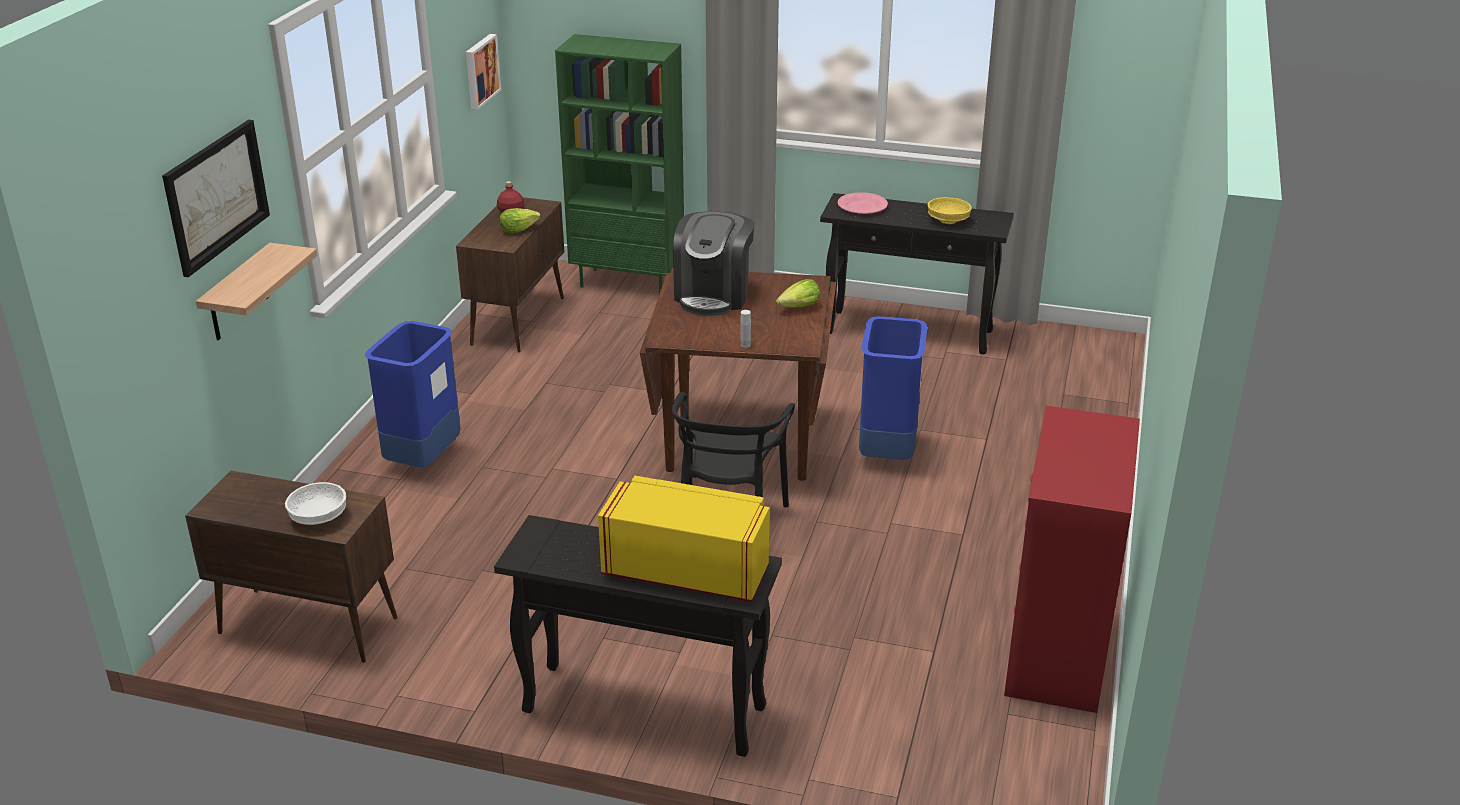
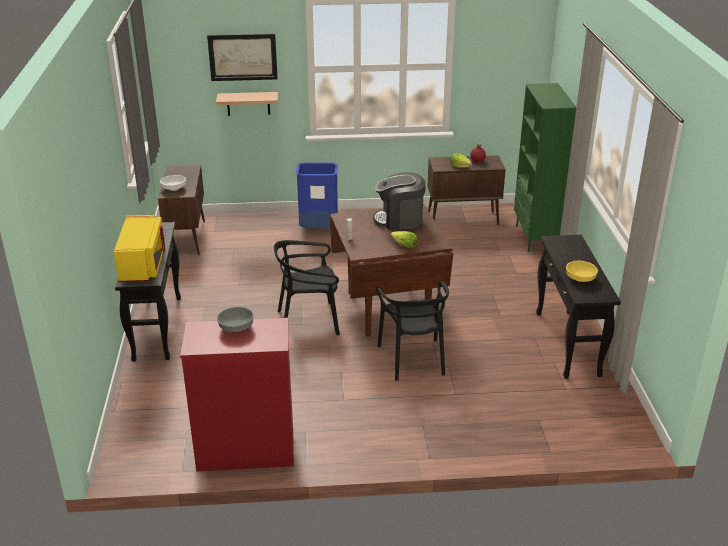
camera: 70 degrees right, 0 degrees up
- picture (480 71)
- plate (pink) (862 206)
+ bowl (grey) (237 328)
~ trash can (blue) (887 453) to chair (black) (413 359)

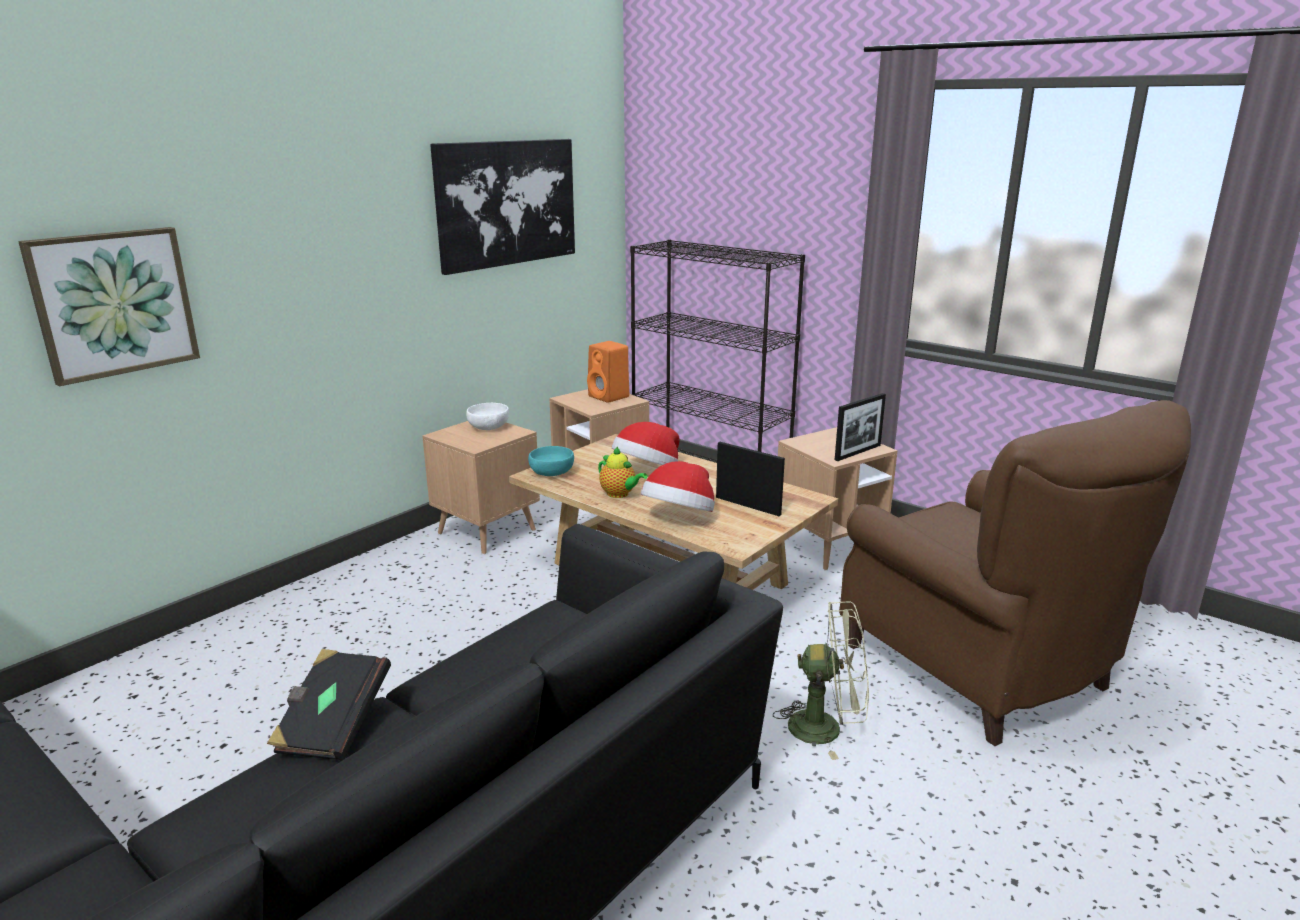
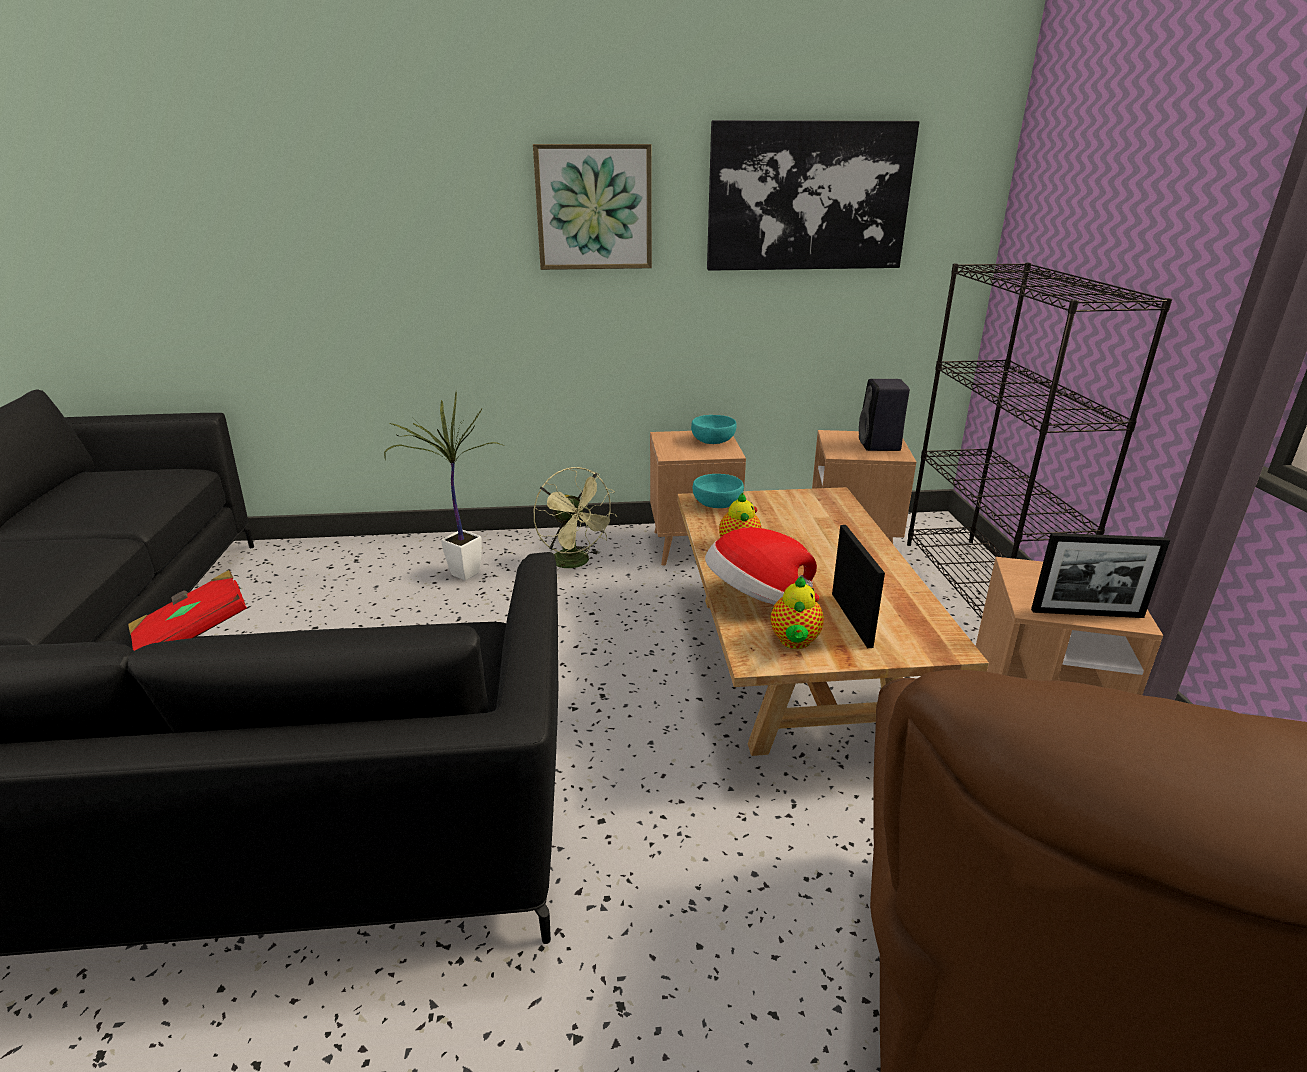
camera: 45 degrees right, 5 degrees up
- hat (647 471)
+ potted plant (459 575)
+ teapot (794 642)
~ picture (114 303) to (594 207)
~ fan (green) (826 728) to (576 563)
~ book (black) (333 724) to book (red) (193 635)
~ bowl (white) (489 427) to bowl (turquoise) (713 441)
~ speaker (orange) (610 397) to speaker (black) (880 445)

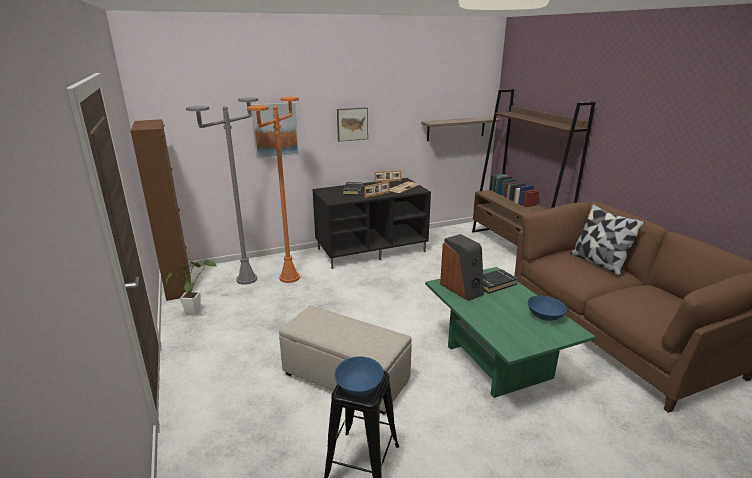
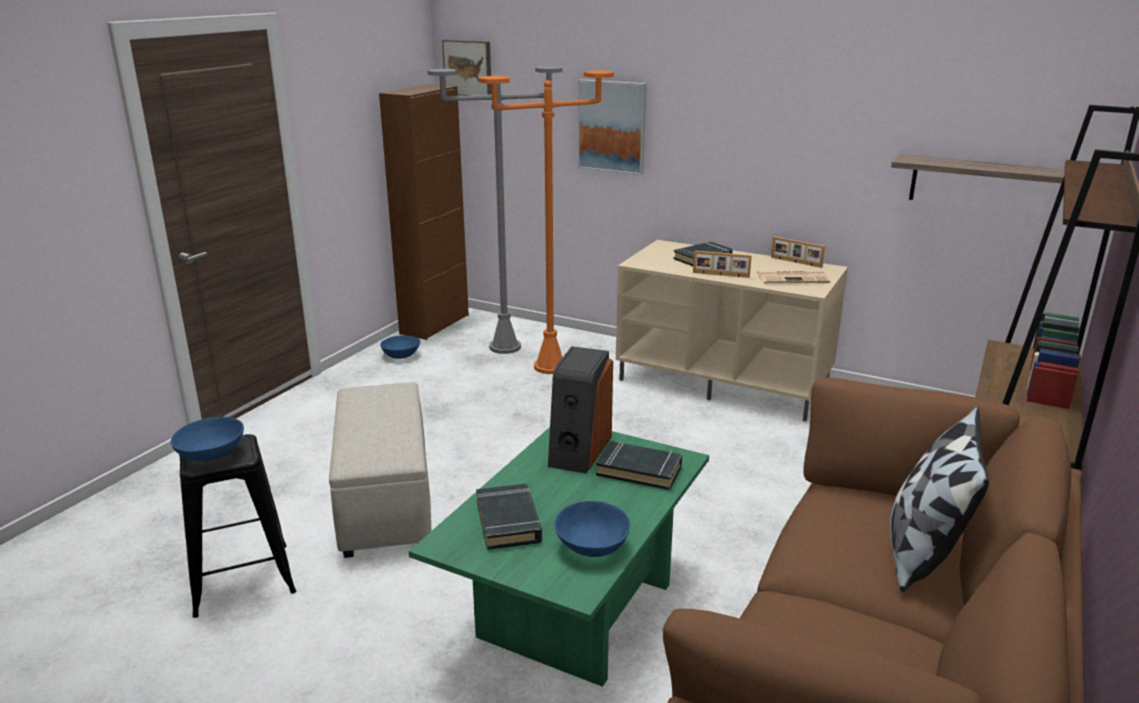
camera: 50 degrees right, 0 degrees up
+ book (black) (508 522)
~ picture (352 124) to (468 68)
~ potted plant (195 310) to bowl (blue) (401 355)
~ tv stand (black) (371 250) to tv stand (beige) (725 381)

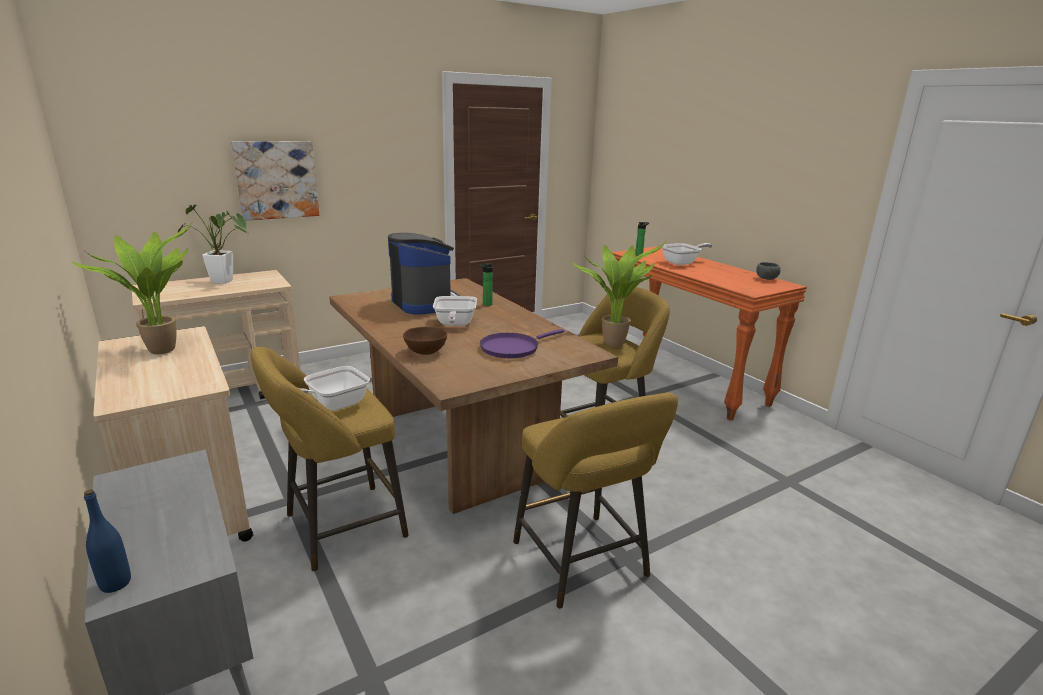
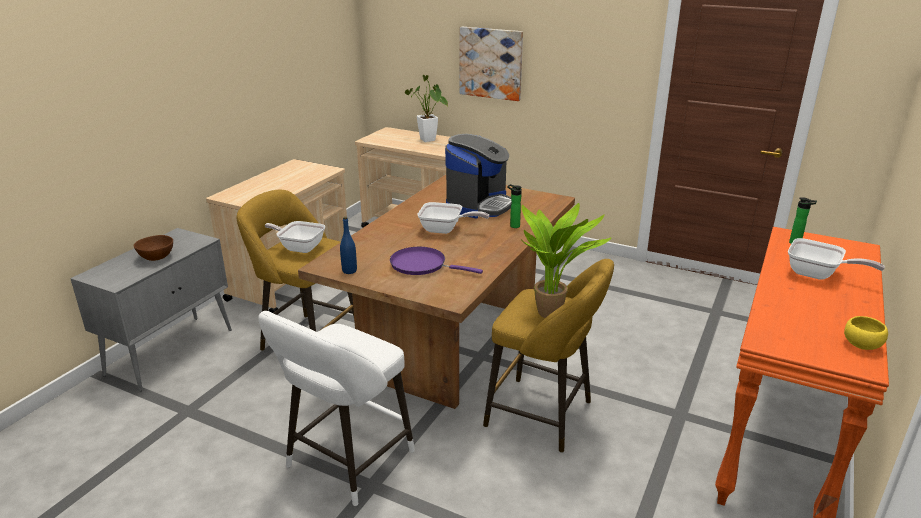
camera: 60 degrees right, 5 degrees up
- potted plant (163 349)
~ bottle (blue) (115 583) to (349 271)
~ bowl (brown) (426 352) to (156 258)
~ stool (yellow) (583 564) to stool (white) (345 463)
~ bowl (grey) (766 278) to bowl (yellow) (861 344)
~ frying pan (454 324) = (445 230) 135 degrees counterclockwise

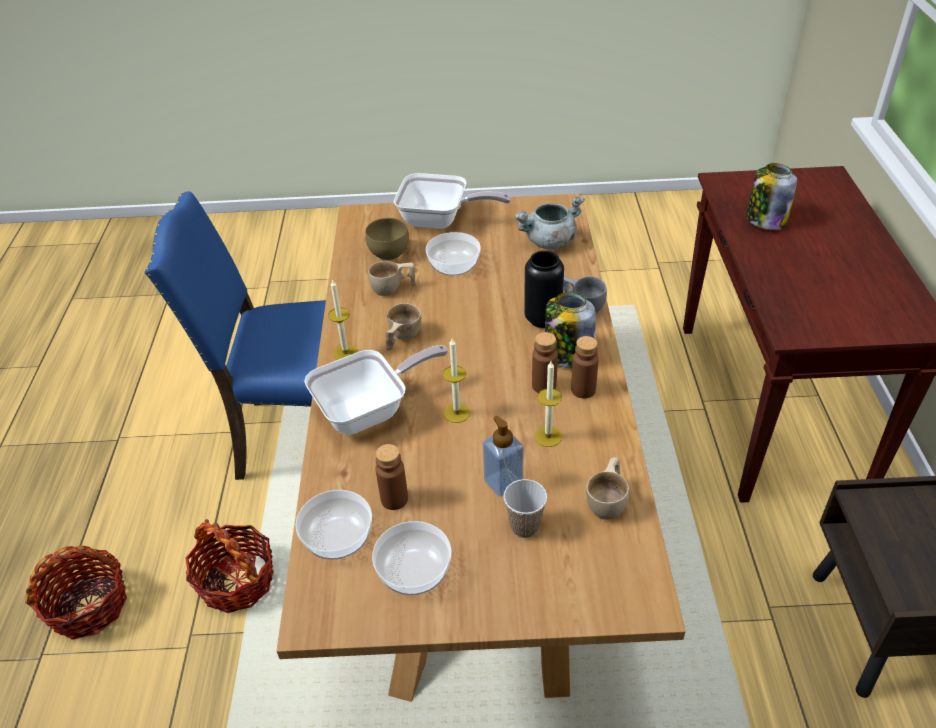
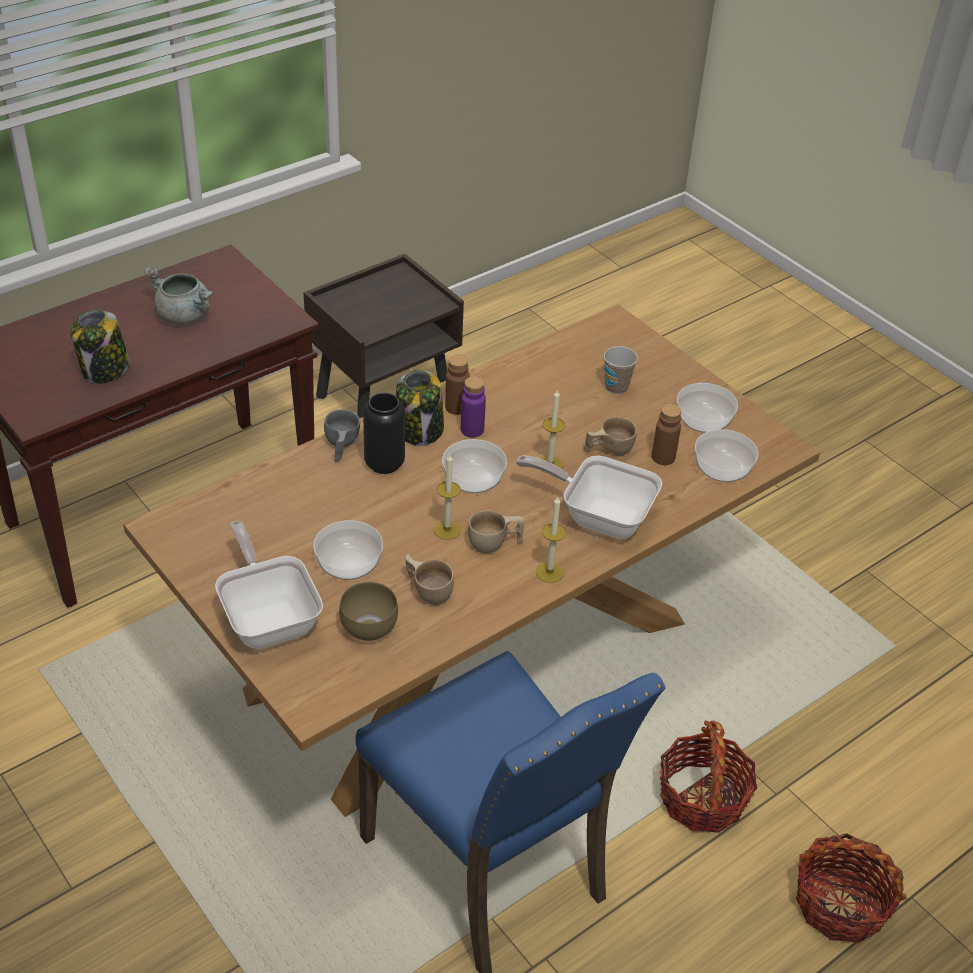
camera: 130 degrees left, 0 degrees up
- soap dispenser (503 482)
+ bowl (474 479)
~ cooking pot (grey) (550 242) to (184 316)
~ candle (548 436) to (447 530)
~ cup (beige) (609 501) to (608 449)
~ bottle (brown) (544 386) to bottle (purple) (472 430)

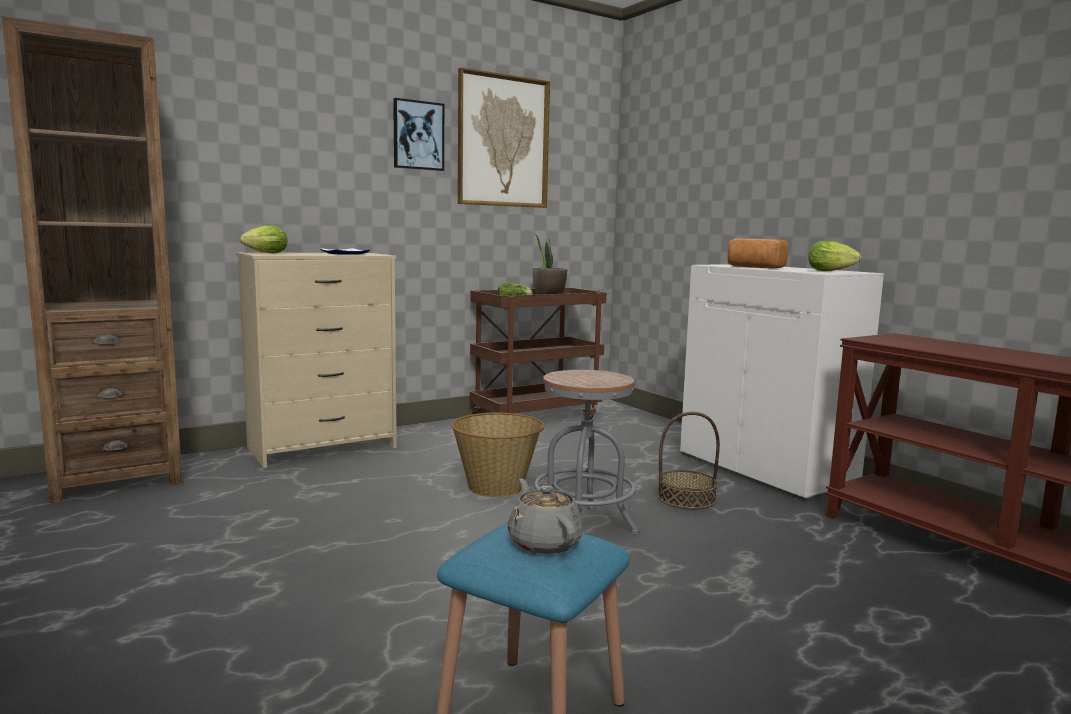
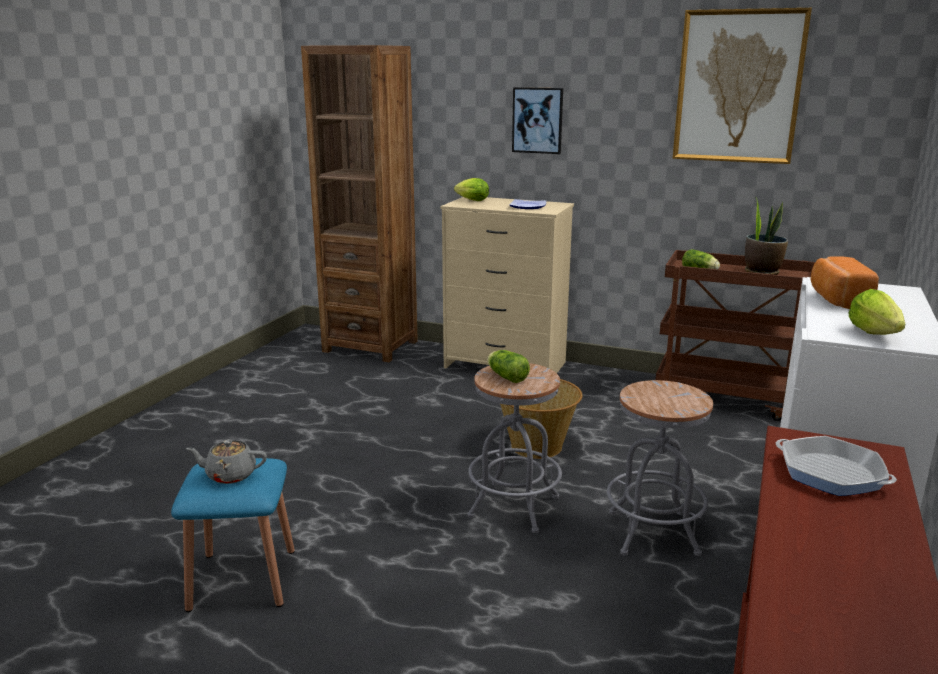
camera: 55 degrees right, 10 degrees up
+ lettuce (506 376)
+ frying pan (831 473)
~ picture (418 135) to (537 120)
~ basket (686 498) to stool (grey) (653 533)
~ teapot (grey) (544 542) = (230 475) 120 degrees counterclockwise

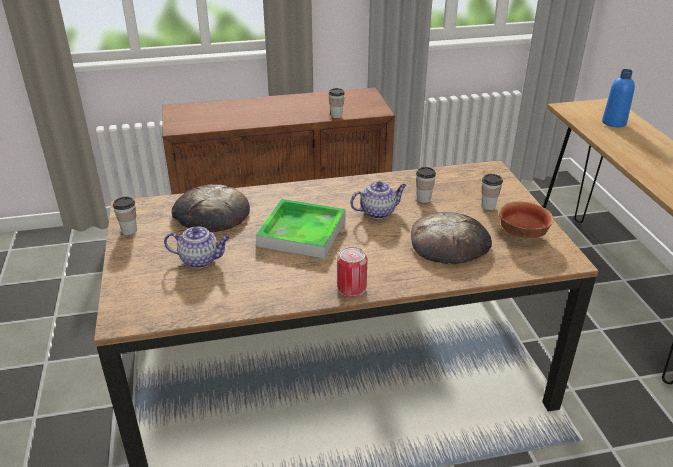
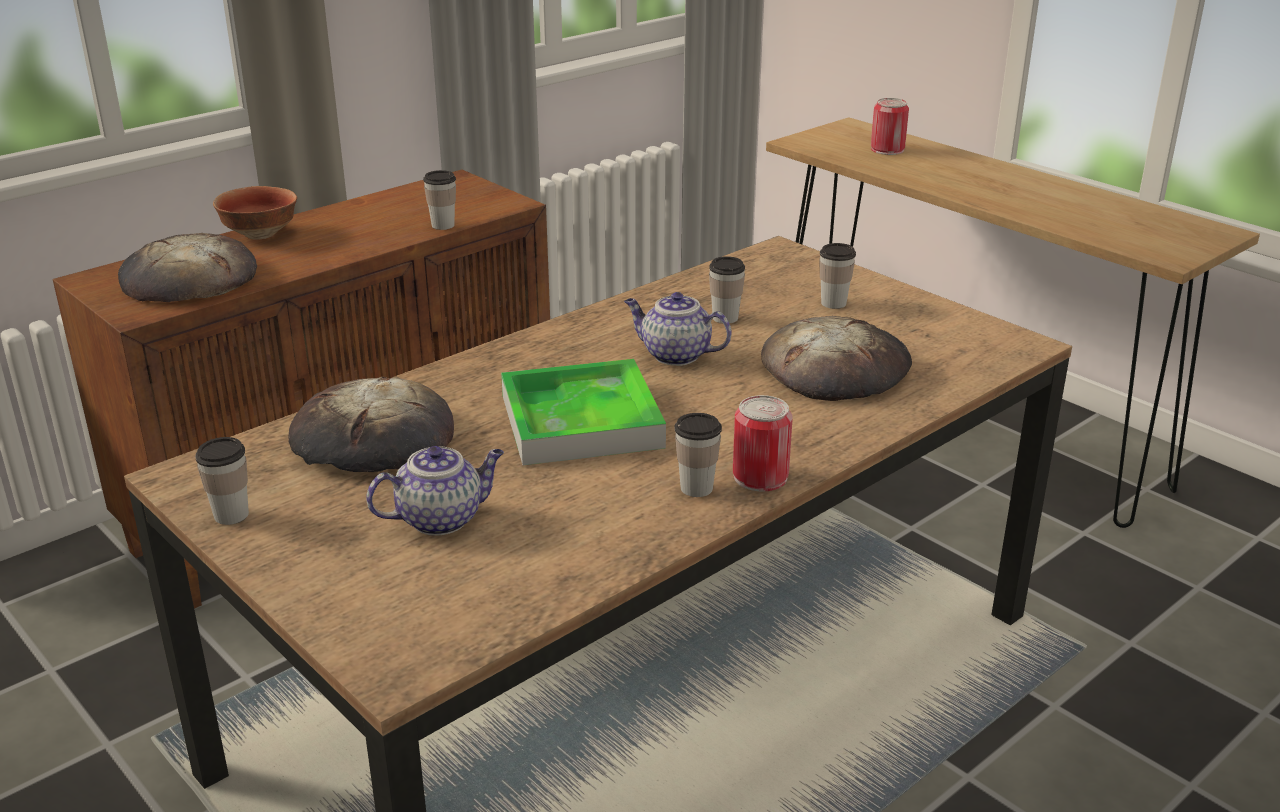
camera: 30 degrees left, 5 degrees down
+ bread (188 278)
+ cup (696 488)
~ bowl (522 235) to (260 234)
~ bottle (blue) (614 123) to can (887 149)
~ teapot (378 212) = (674 355) 105 degrees counterclockwise

